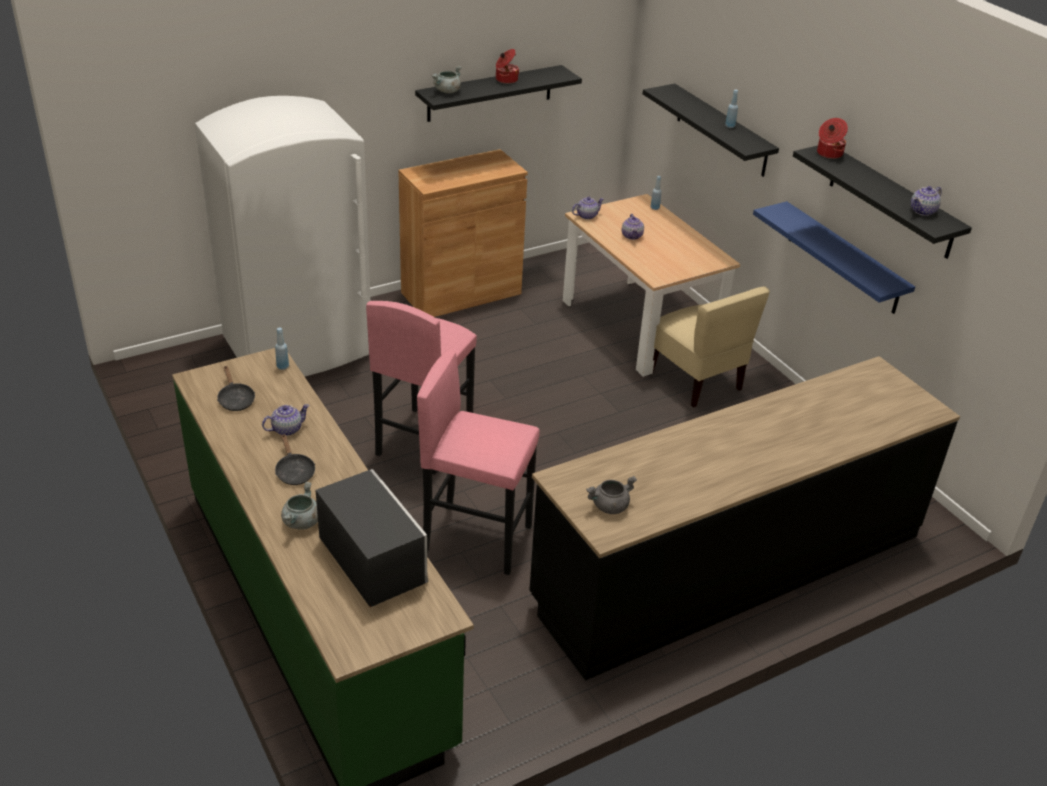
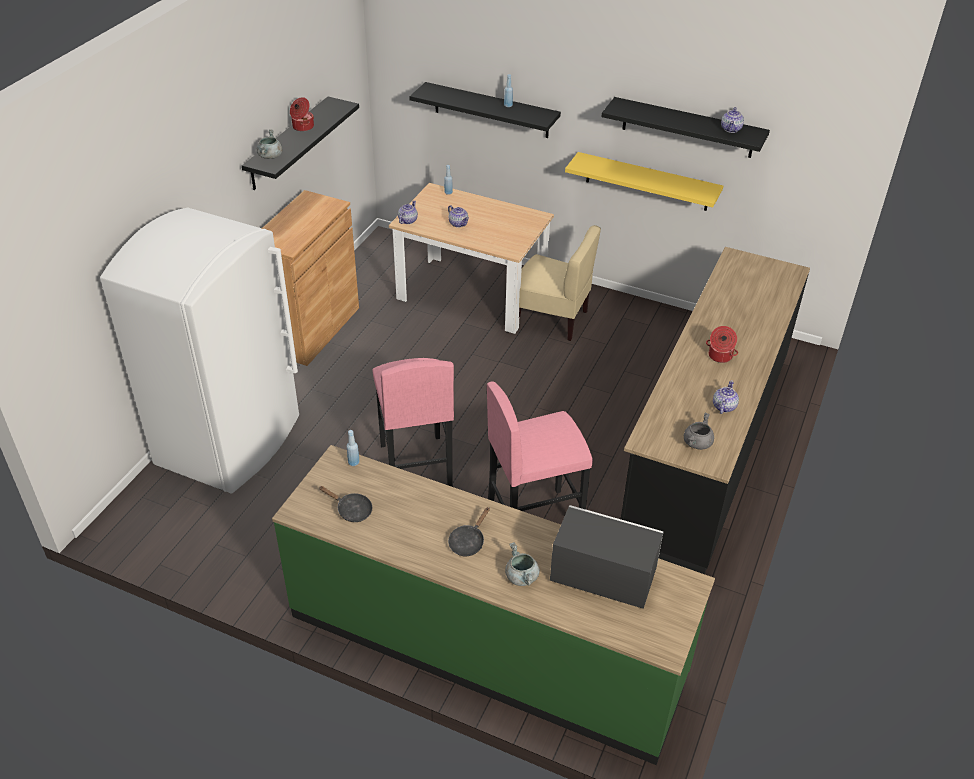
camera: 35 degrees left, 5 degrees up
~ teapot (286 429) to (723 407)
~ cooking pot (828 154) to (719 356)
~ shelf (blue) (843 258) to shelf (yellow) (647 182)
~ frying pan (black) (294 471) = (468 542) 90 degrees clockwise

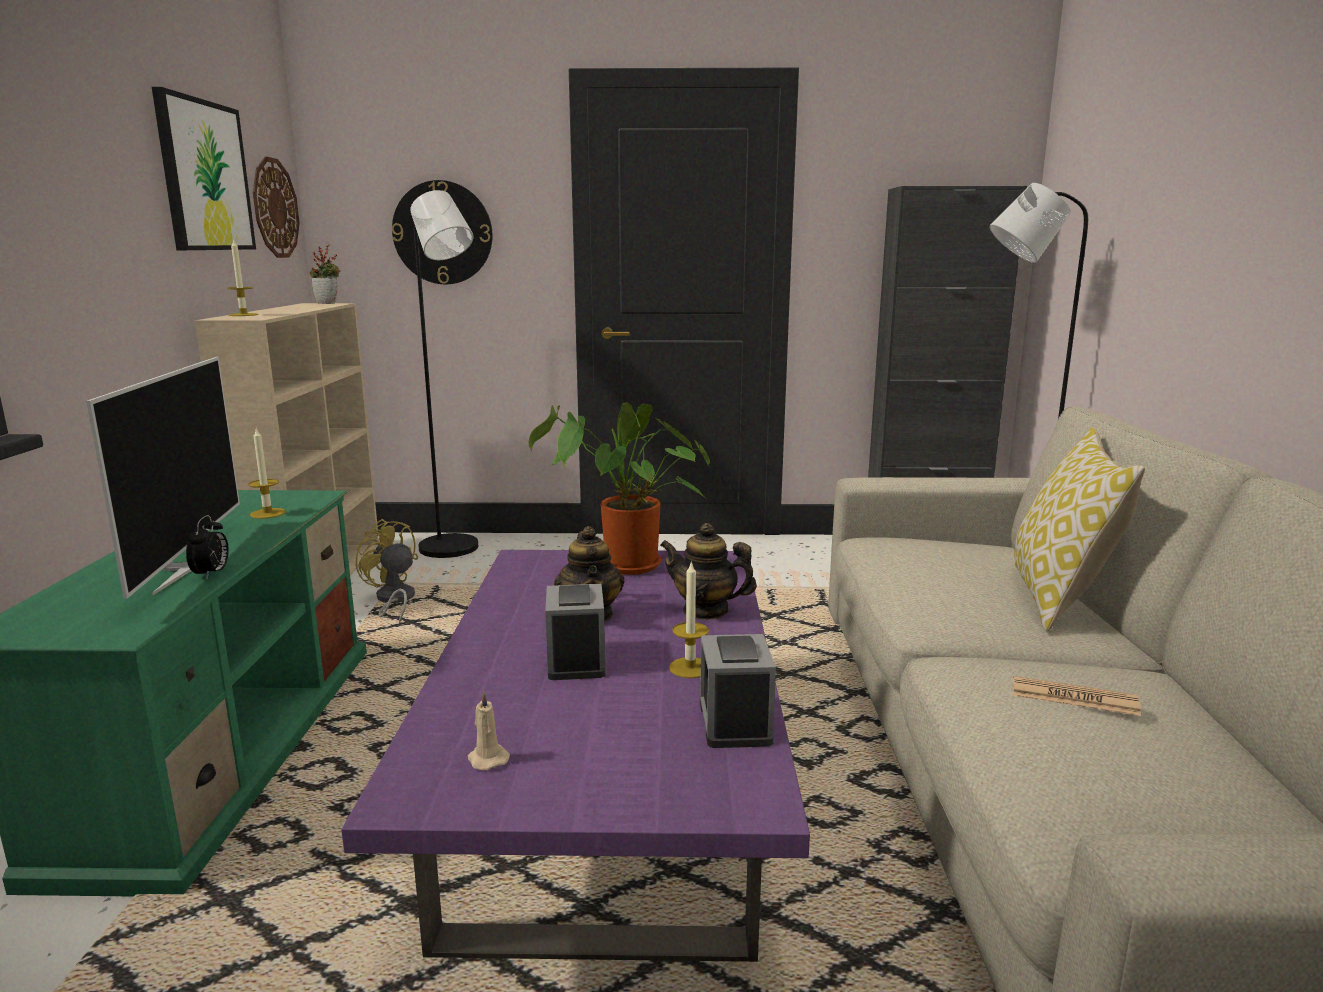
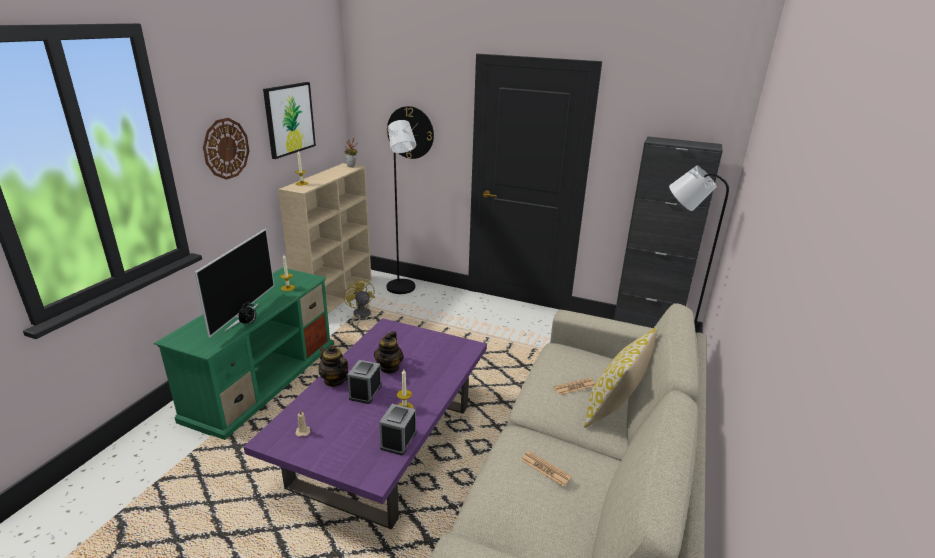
camera: 20 degrees right, 10 degrees up
- potted plant (625 567)
+ newspaper (574 387)
~ wall clock (275 208) to (226 148)
~ teapot (706 610) to (334 380)

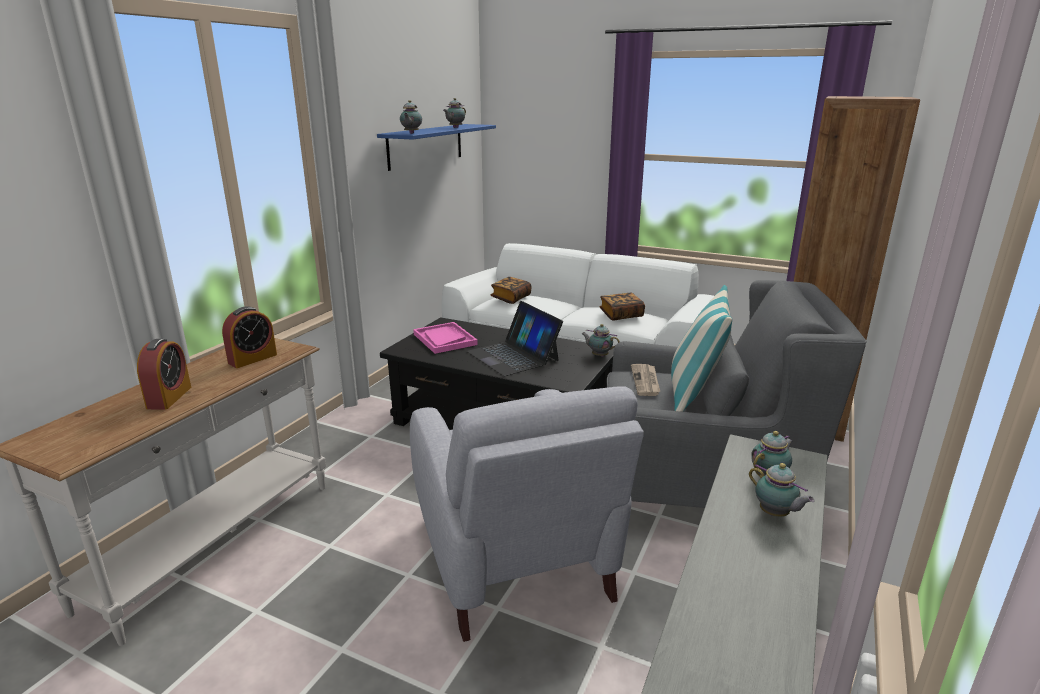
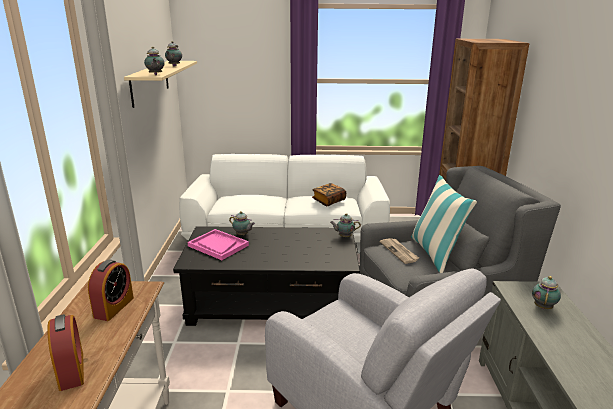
camera: 25 degrees left, 0 degrees up
- laptop (513 356)
- book (511 298)
~ teapot (775 514) to (242 235)
~ shelf (blue) (426 146) to shelf (beige) (150 82)

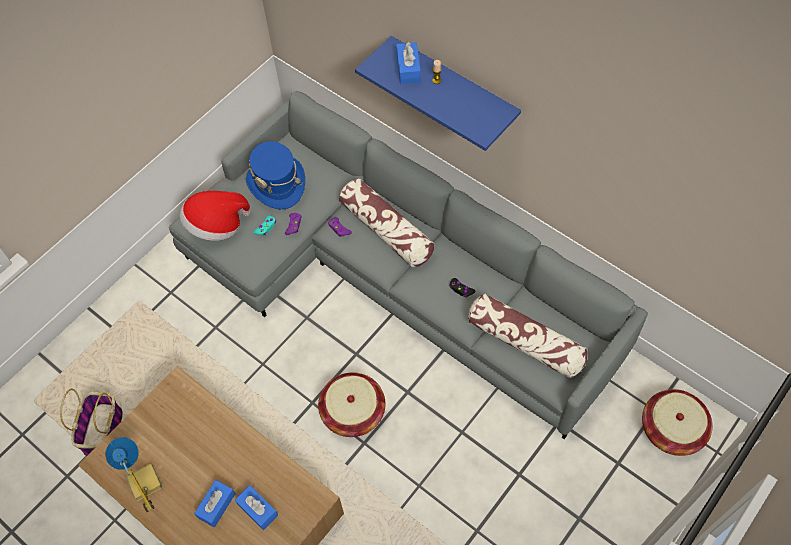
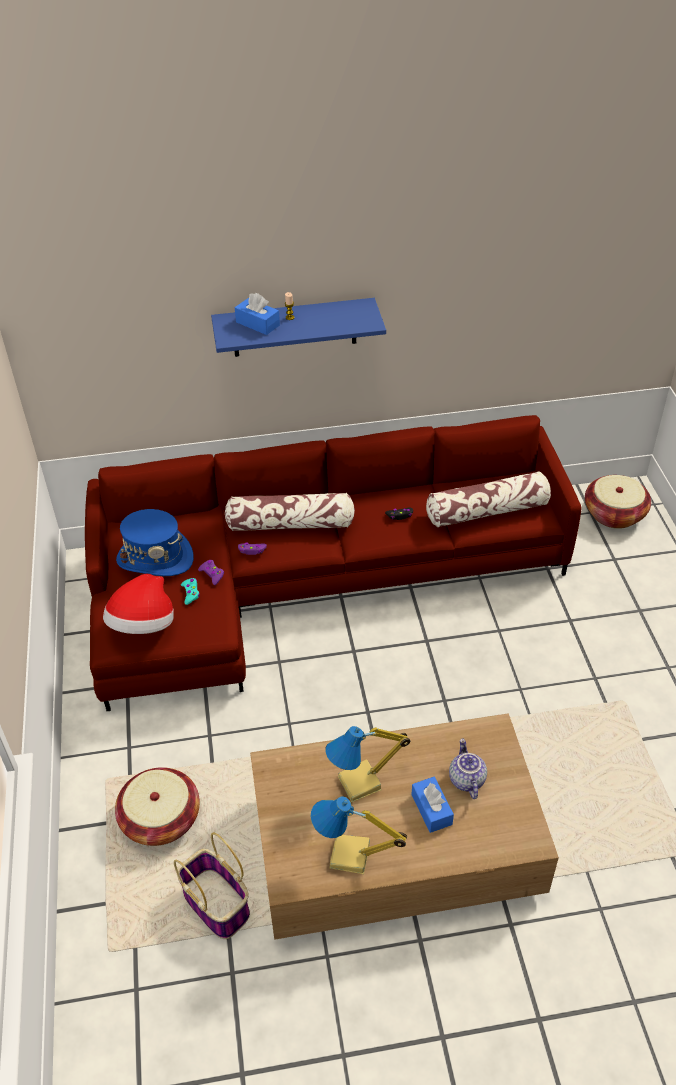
camera: 50 degrees left, 15 degrees down
+ table lamp (360 784)
~ basket (353 412) to (161 819)
~ tissue box (blue) (257 509) to teapot (465 779)
~ sofa (grey) (393 277) to sofa (red) (309 580)

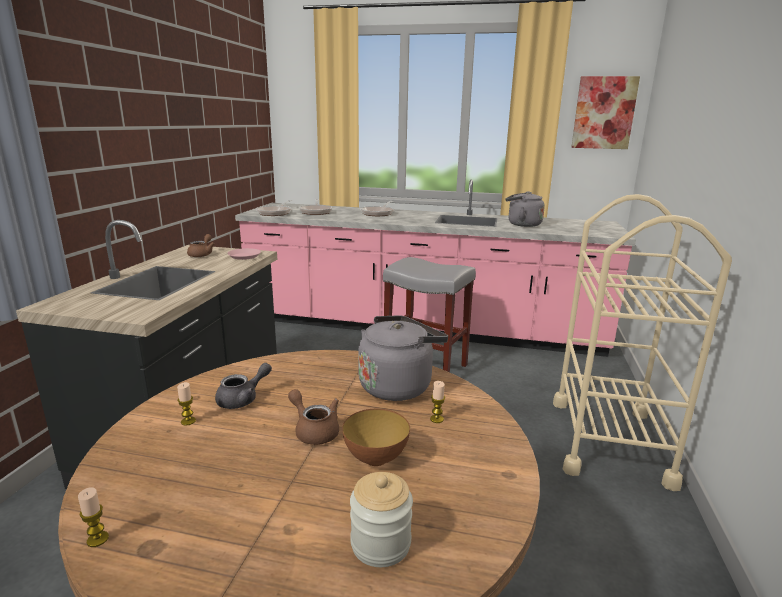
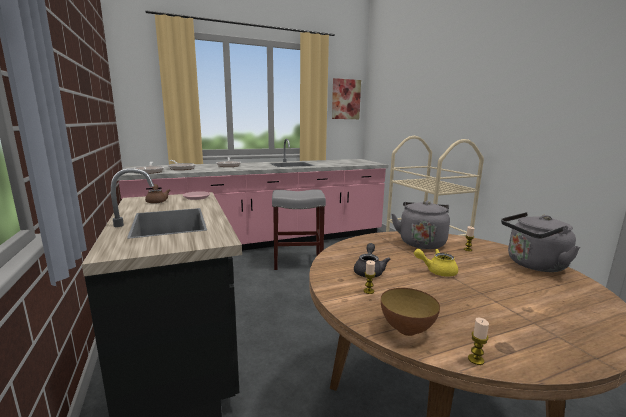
camera: 35 degrees left, 5 degrees down
- jar (380 543)
~ bowl (376 458) to (406 329)
~ kettle (grey) (522 224) to (533 265)
~ teapot (brown) (314 430) to teapot (yellow) (437 271)

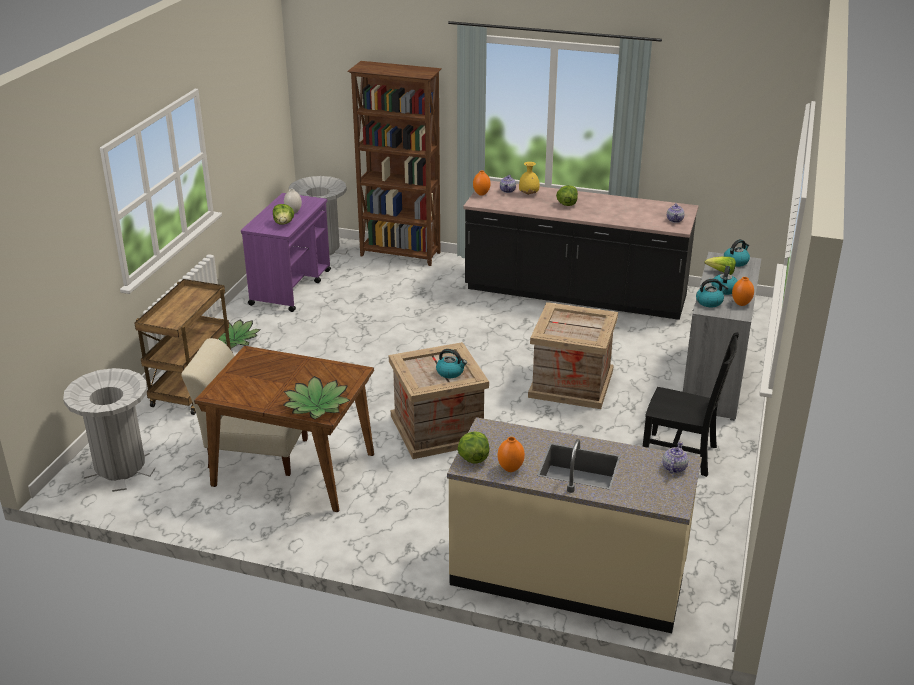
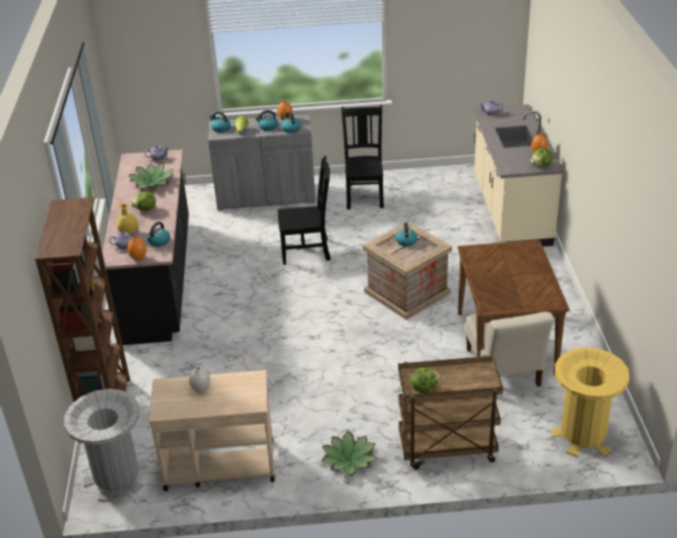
camera: 110 degrees left, 5 degrees up
+ kettle (158 242)
~ lettuce (284 223) to (424 388)
~ potted plant (317 406) to (152 182)
~ crate (570 384) to chair (black) (307 251)
~ trash can (grey) (120 469) to trash can (yellow) (582 435)
~ cart (purple) (291 287) to cart (beige) (219 465)

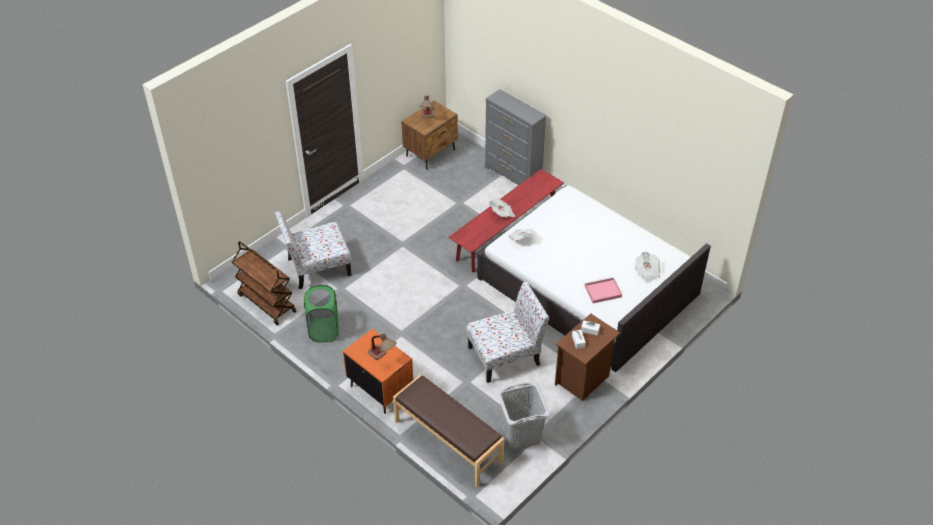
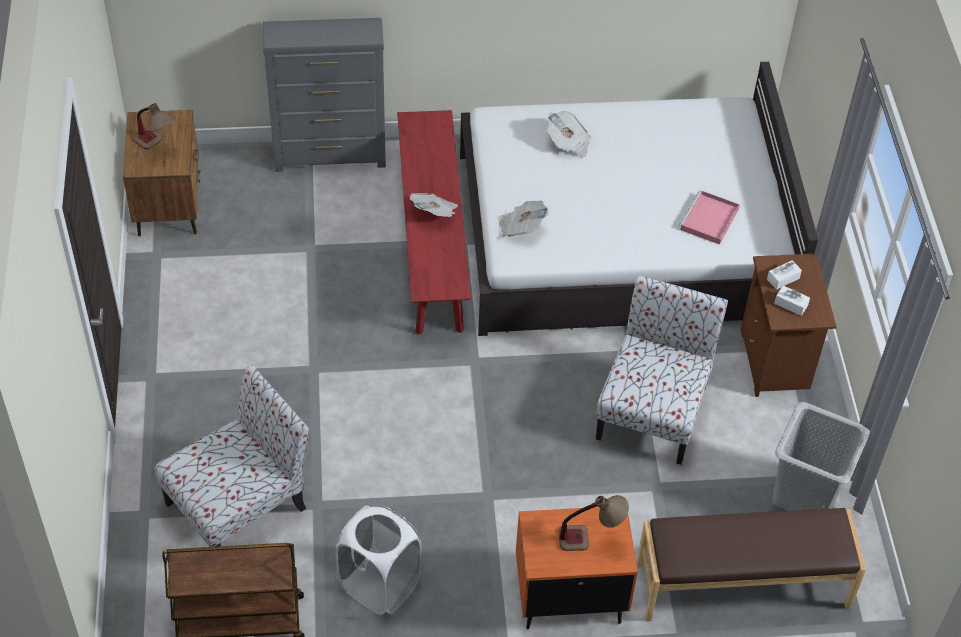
camera: 50 degrees left, 5 degrees up
~ newspaper (647 272) to (568 143)
~ laundry basket (green) (324 330) to laundry basket (white) (379 585)
~ chair (317 267) = (239 504) 150 degrees counterclockwise

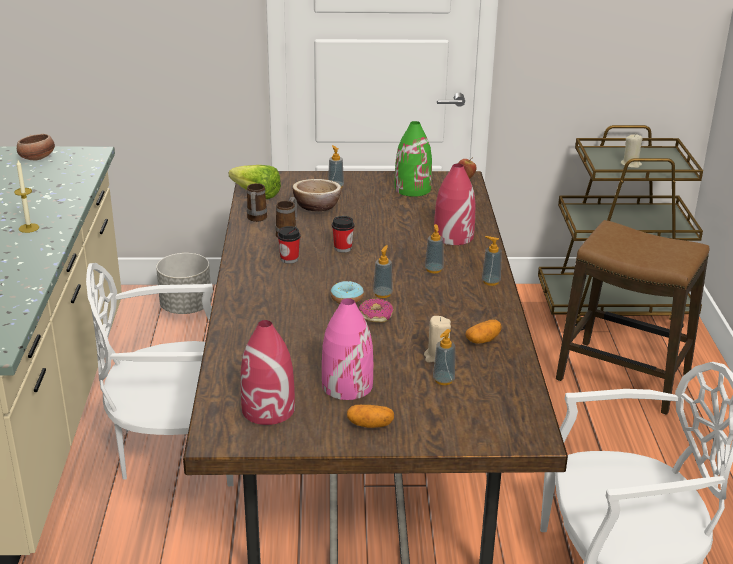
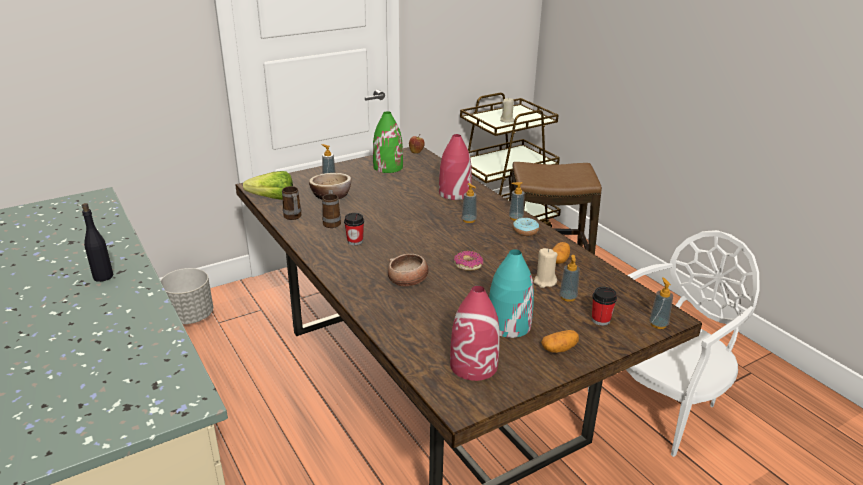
camera: 30 degrees left, 0 degrees up
- chair (white) (175 449)
~ bowl (37 158) to (408 282)
~ donut (347 298) to (525 231)
~ cup (343 248) to (600 320)
~ soap dispenser (382 294) to (658 324)
~ candle (29 228) to bottle (black) (103 276)
~ vase (pink) (346 385) to vase (turquoise) (508 325)

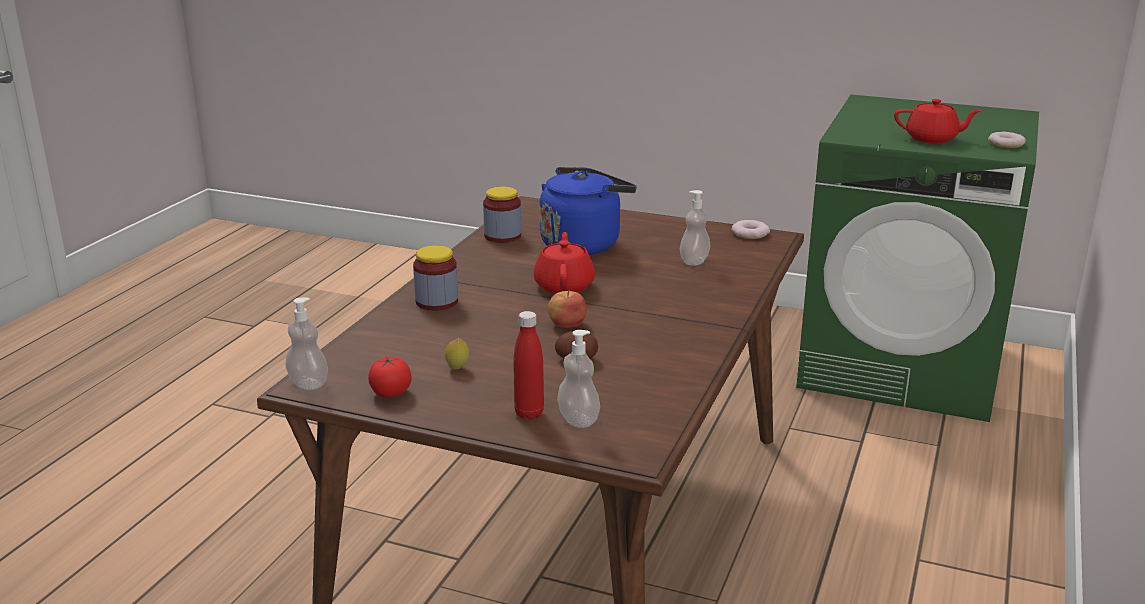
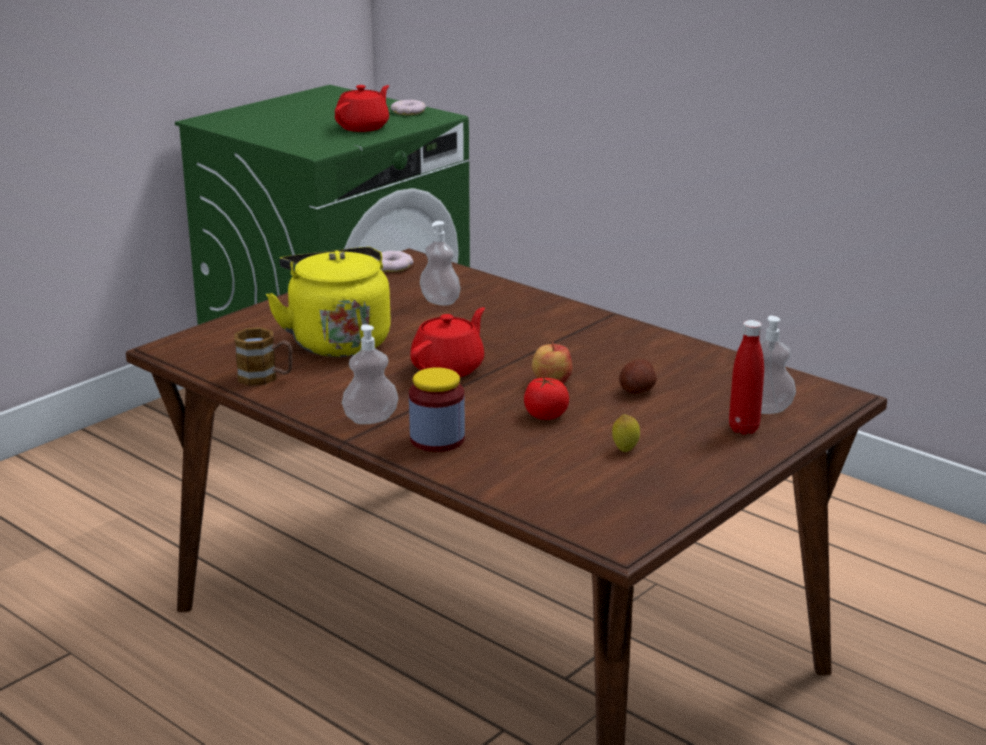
camera: 70 degrees left, 0 degrees up
~ soap dispenser (308 383) to (370 419)
~ tomato (390 393) to (546 415)
~ jar (502 236) to mug (265 378)
~ kettle (blue) (583 243) to kettle (yellow) (337 341)
~ teapot (red) (564 285) = (449 368) 105 degrees clockwise

